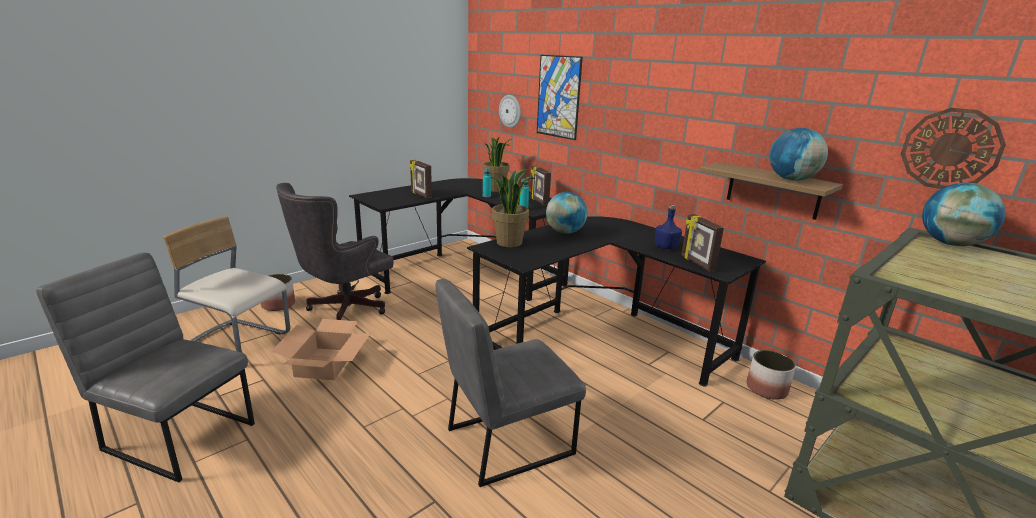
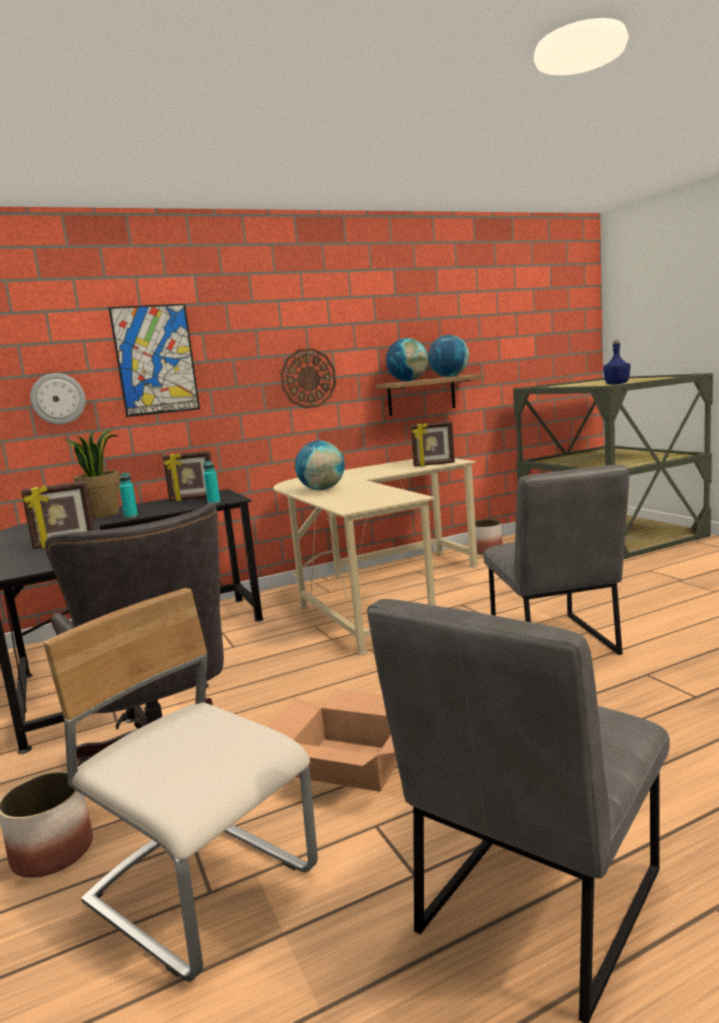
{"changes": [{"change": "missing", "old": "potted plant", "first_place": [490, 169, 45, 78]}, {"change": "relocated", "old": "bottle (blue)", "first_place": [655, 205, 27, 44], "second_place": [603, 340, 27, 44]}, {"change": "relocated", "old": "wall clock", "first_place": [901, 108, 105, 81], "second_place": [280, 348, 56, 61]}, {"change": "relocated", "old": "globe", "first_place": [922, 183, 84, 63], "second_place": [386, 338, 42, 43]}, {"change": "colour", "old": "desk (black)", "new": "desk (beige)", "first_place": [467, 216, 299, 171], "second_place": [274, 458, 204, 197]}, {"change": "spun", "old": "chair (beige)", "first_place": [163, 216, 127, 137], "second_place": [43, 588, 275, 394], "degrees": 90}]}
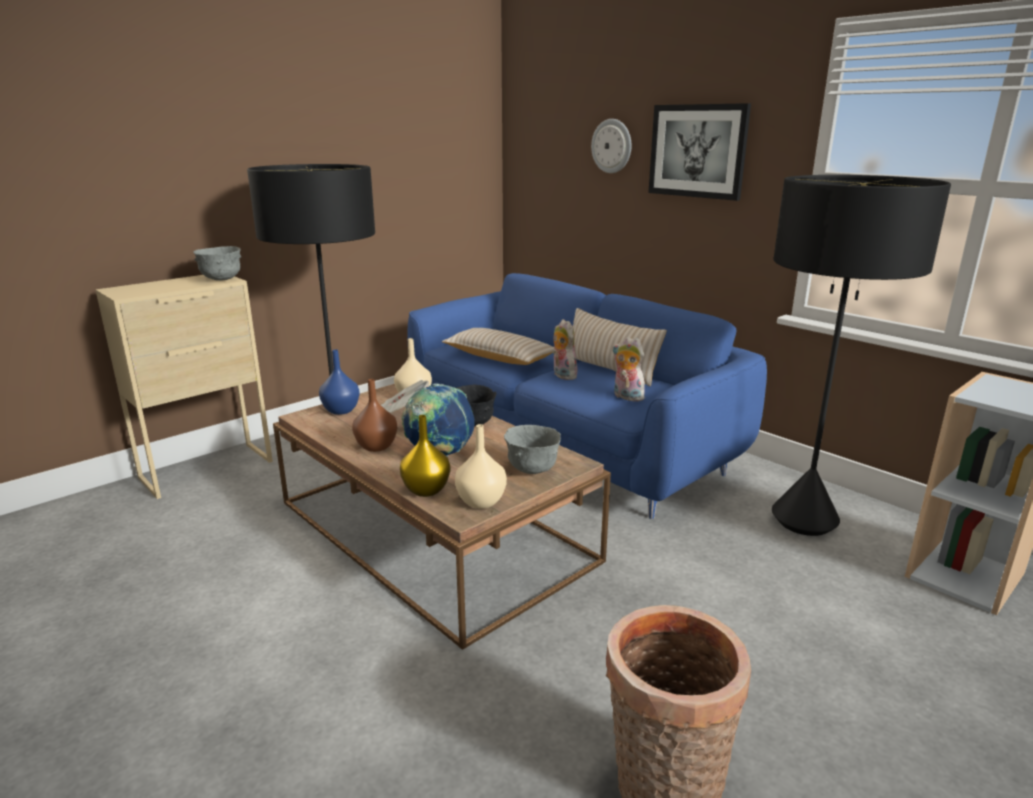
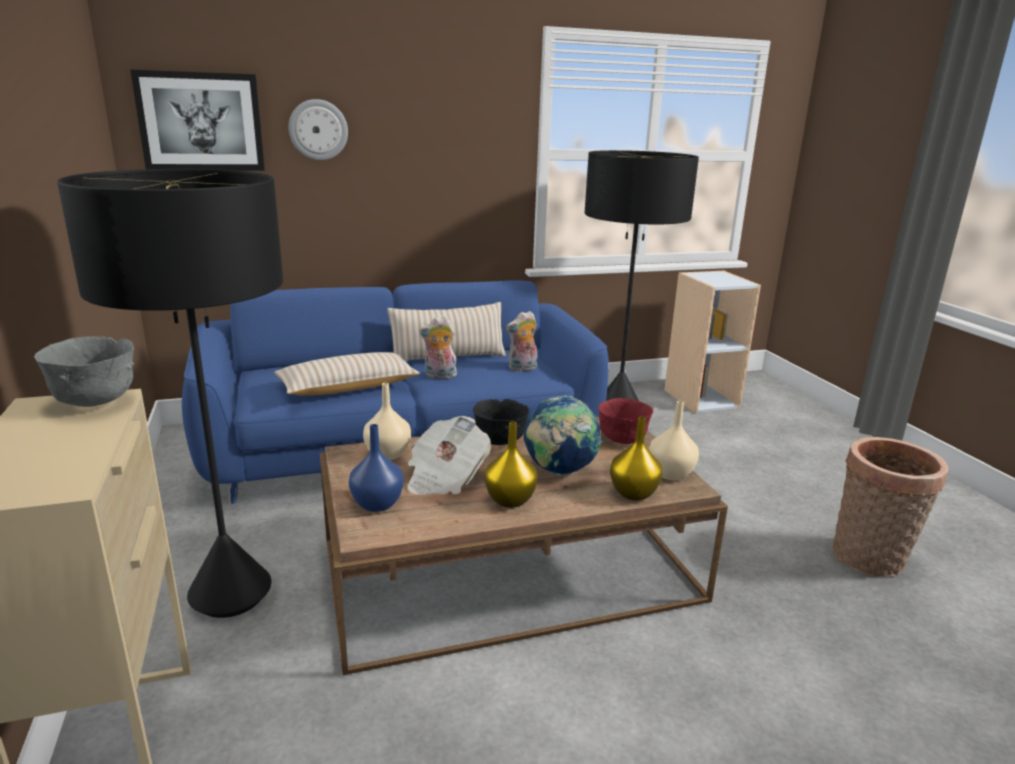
{"changes": [{"change": "relocated", "old": "picture", "first_place": [648, 103, 103, 98], "second_place": [130, 70, 135, 101]}, {"change": "colour", "old": "vase (brown)", "new": "vase (yellow)", "first_place": [352, 379, 45, 73], "second_place": [485, 422, 53, 86]}, {"change": "colour", "old": "bowl (grey)", "new": "bowl (red)", "first_place": [504, 425, 57, 49], "second_place": [598, 398, 55, 46]}]}
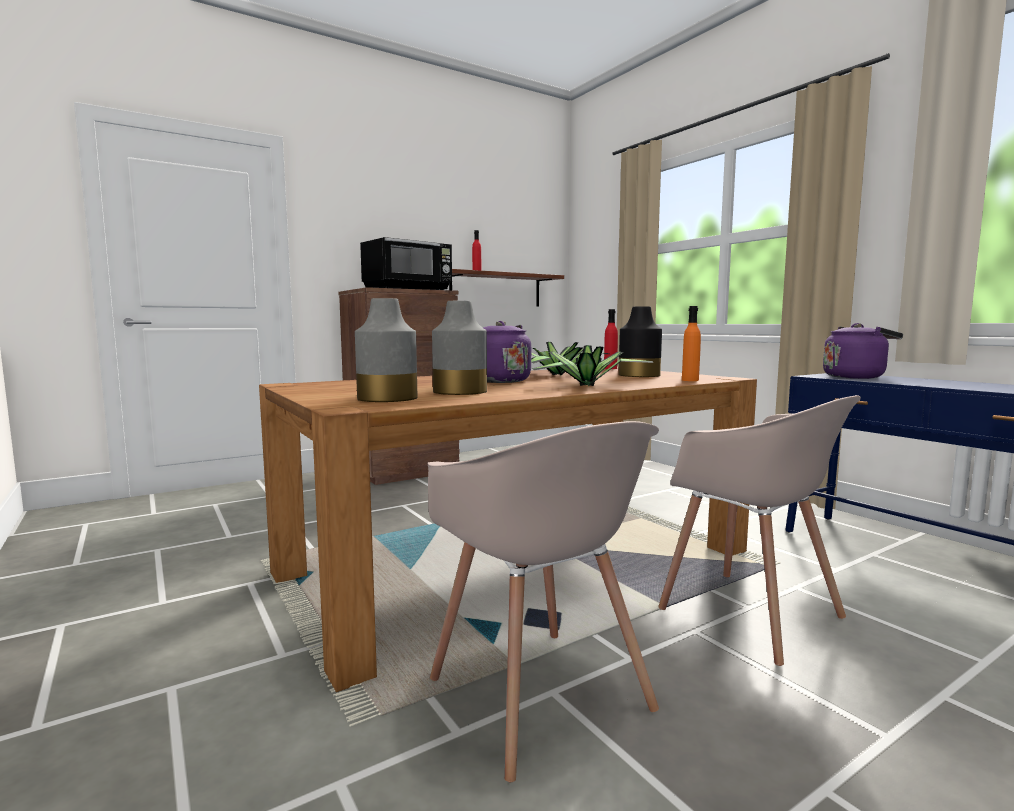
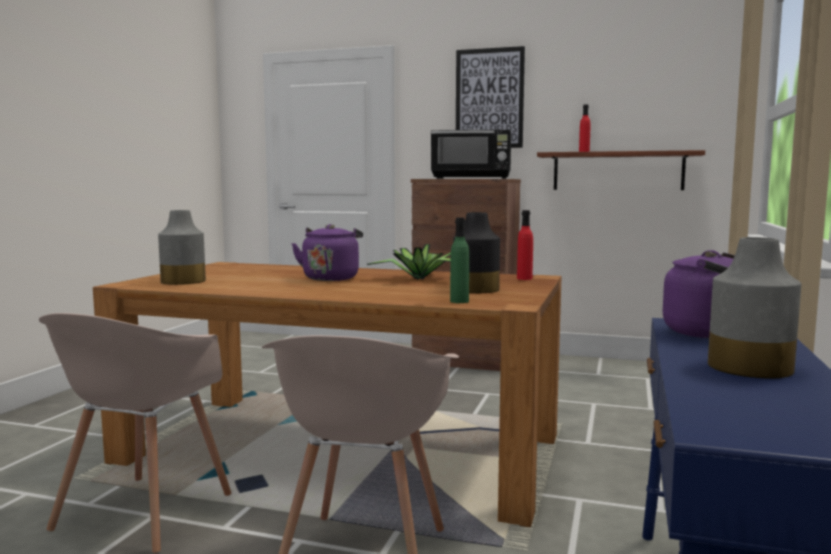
{"changes": [{"change": "missing", "old": "potted plant", "first_place": [532, 345, 121, 42]}, {"change": "appeared", "new": "picture", "second_place": [456, 46, 69, 102]}, {"change": "relocated", "old": "vase (grey)", "first_place": [432, 301, 55, 94], "second_place": [708, 237, 93, 141]}, {"change": "colour", "old": "bottle (orange)", "new": "bottle (green)", "first_place": [682, 306, 19, 75], "second_place": [450, 217, 19, 86]}]}
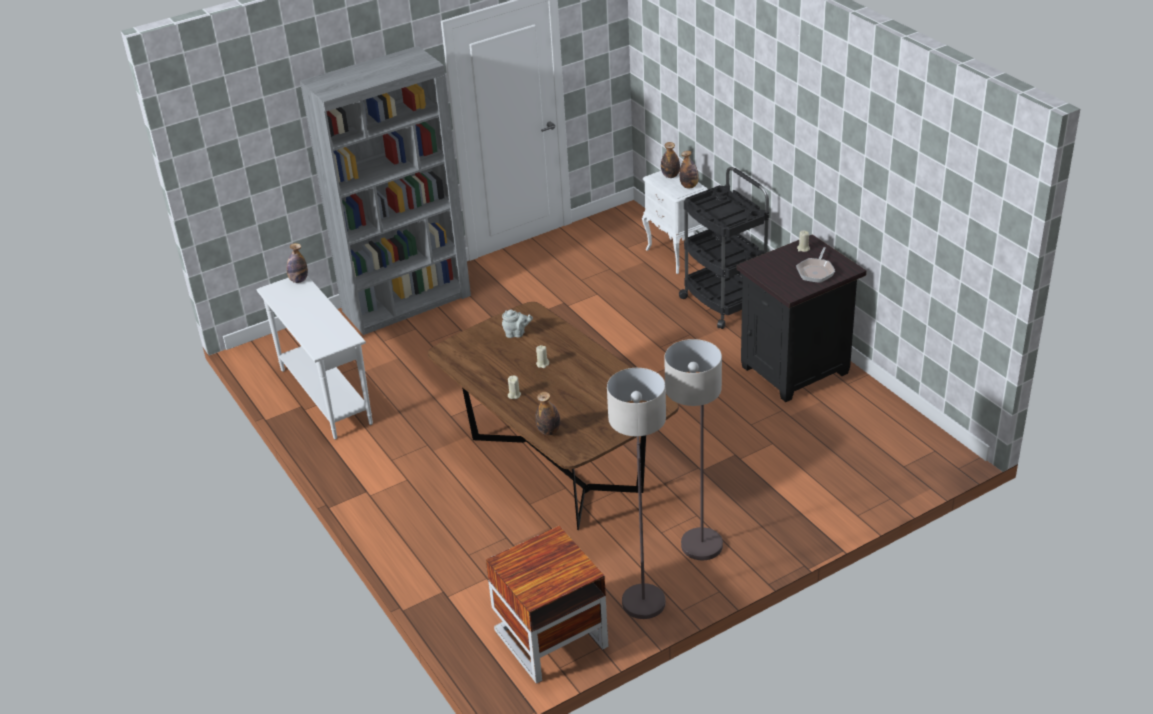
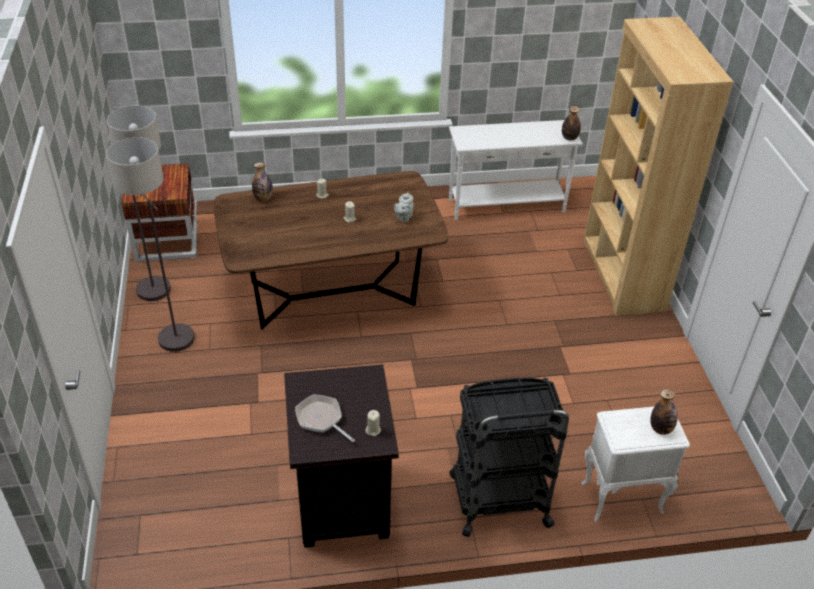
{"changes": [{"change": "missing", "old": "bottle", "first_place": [679, 151, 20, 37]}, {"change": "colour", "old": "bookcase (grey)", "new": "bookcase (brown)", "first_place": [300, 46, 171, 289], "second_place": [584, 17, 149, 299]}]}
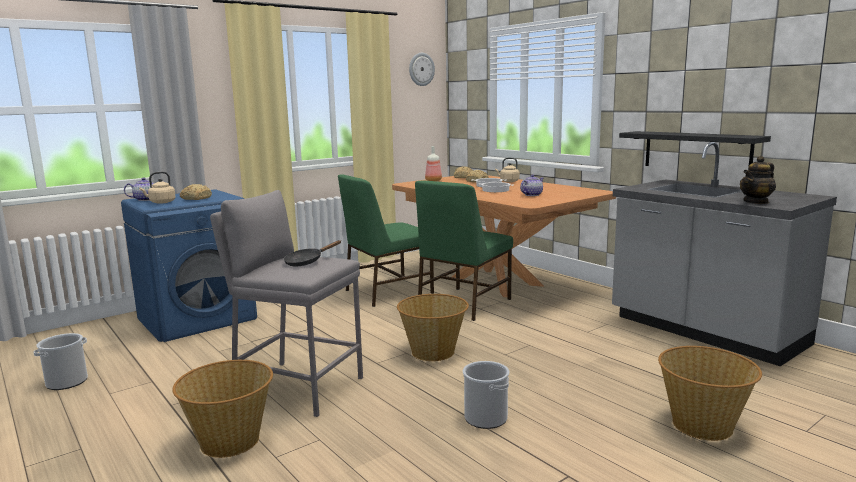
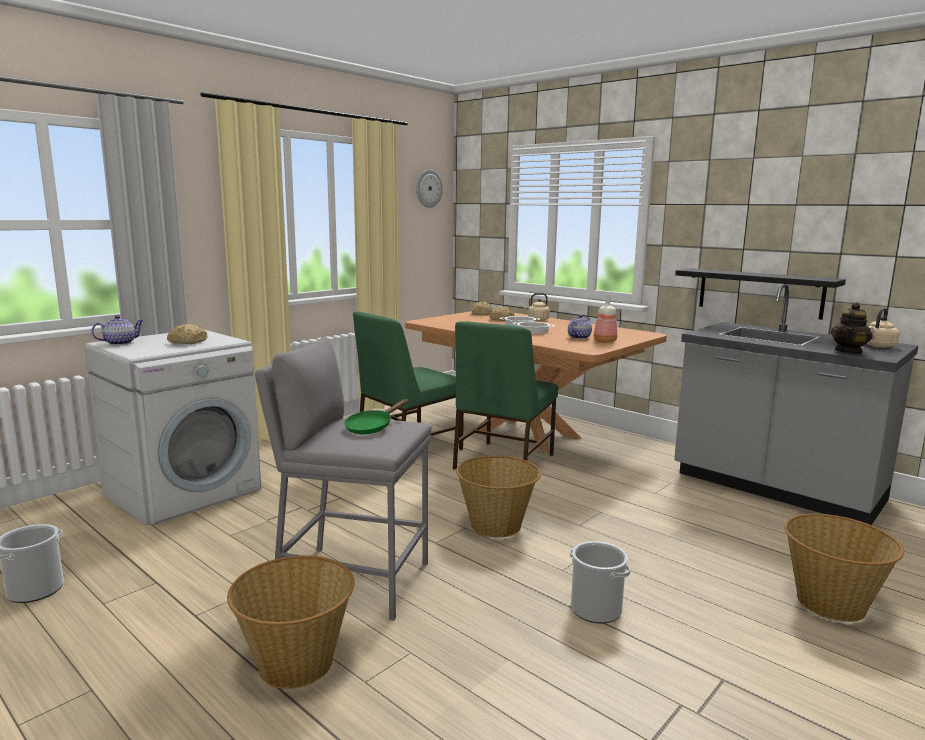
{"changes": [{"change": "relocated", "old": "kettle (beige)", "first_place": [139, 172, 37, 32], "second_place": [866, 308, 34, 40]}, {"change": "relocated", "old": "bottle", "first_place": [425, 146, 17, 35], "second_place": [594, 294, 23, 49]}, {"change": "colour", "old": "washing machine (blue)", "new": "washing machine (white)", "first_place": [121, 189, 136, 153], "second_place": [84, 330, 178, 196]}, {"change": "colour", "old": "frying pan (black)", "new": "frying pan (green)", "first_place": [283, 240, 58, 27], "second_place": [344, 399, 64, 35]}]}
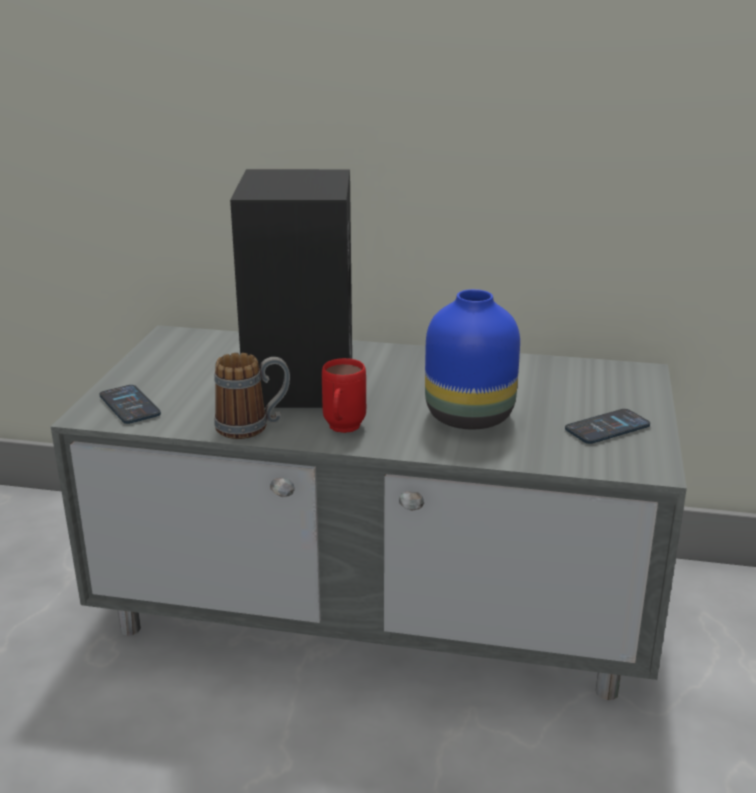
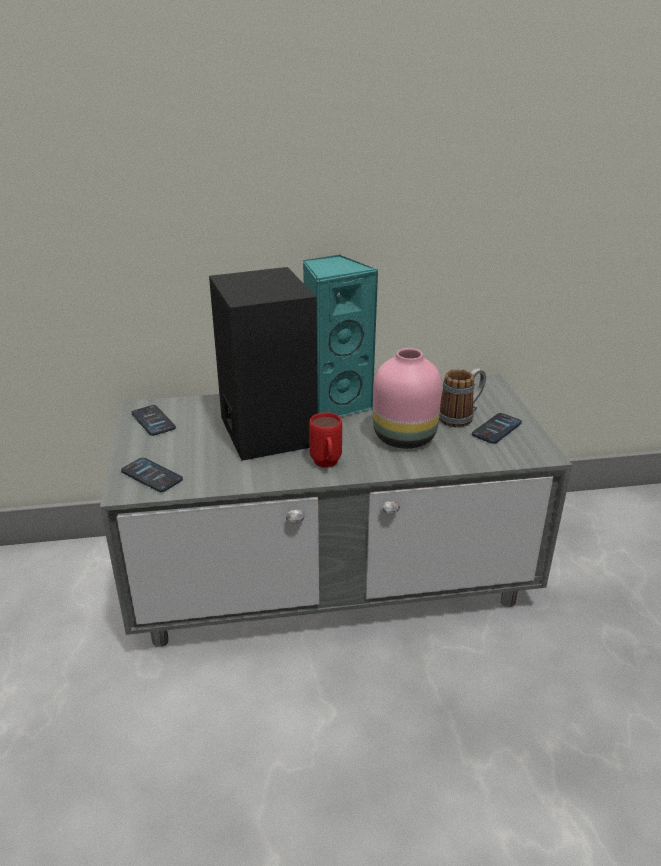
{"changes": [{"change": "appeared", "new": "phone", "second_place": [131, 405, 45, 31]}, {"change": "appeared", "new": "speaker (turquoise)", "second_place": [303, 254, 76, 163]}, {"change": "relocated", "old": "mug", "first_place": [214, 353, 76, 86], "second_place": [439, 368, 47, 59]}, {"change": "colour", "old": "vase (blue)", "new": "vase (pink)", "first_place": [425, 289, 95, 140], "second_place": [373, 348, 69, 101]}]}
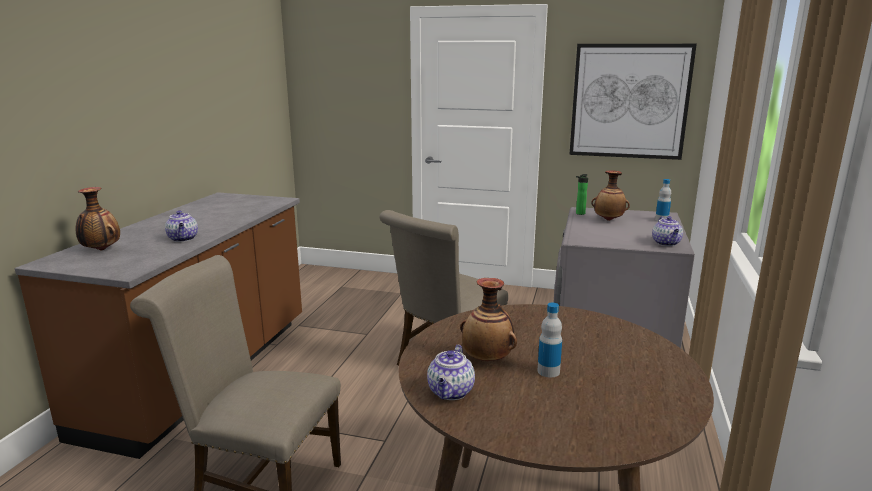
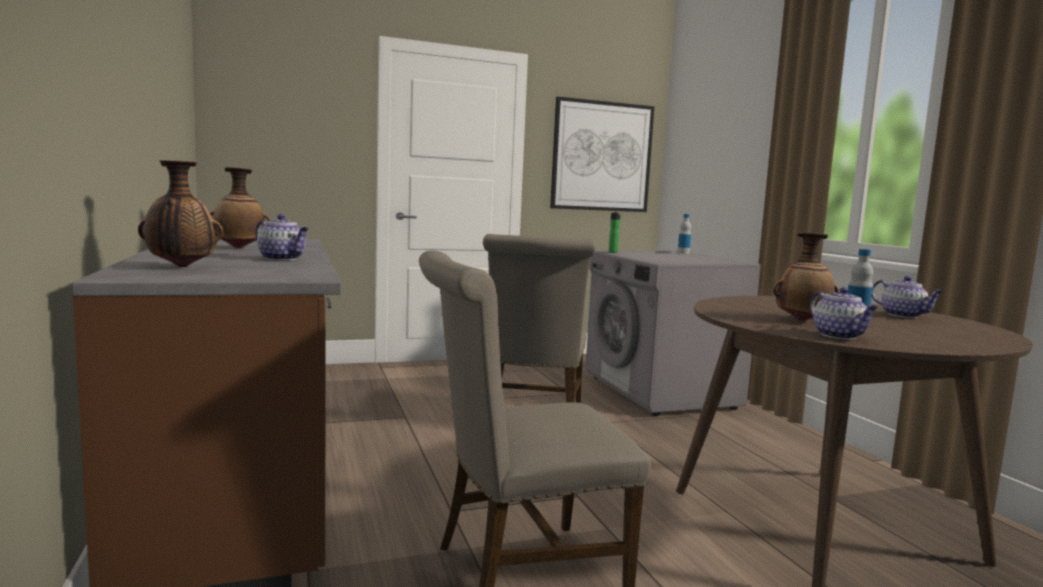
{"changes": [{"change": "relocated", "old": "vase", "first_place": [591, 171, 39, 50], "second_place": [210, 167, 60, 82]}, {"change": "relocated", "old": "teapot", "first_place": [652, 216, 31, 30], "second_place": [872, 276, 72, 42]}]}
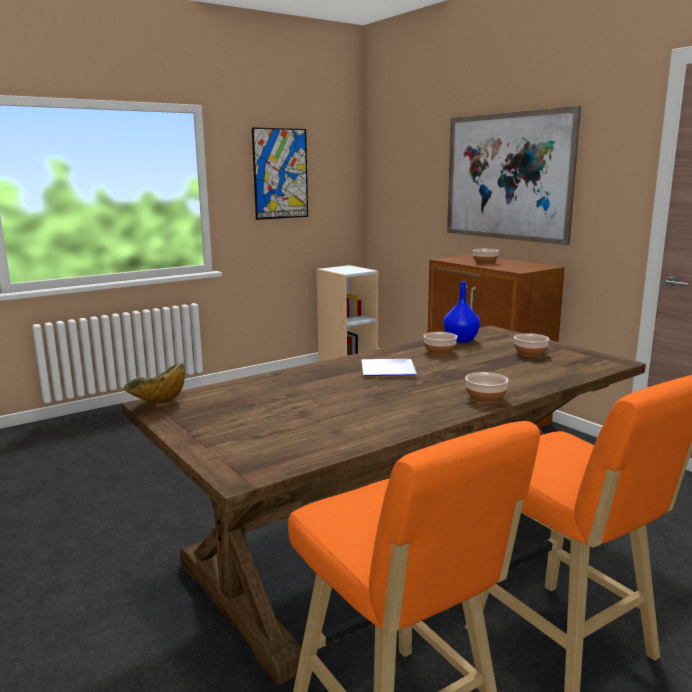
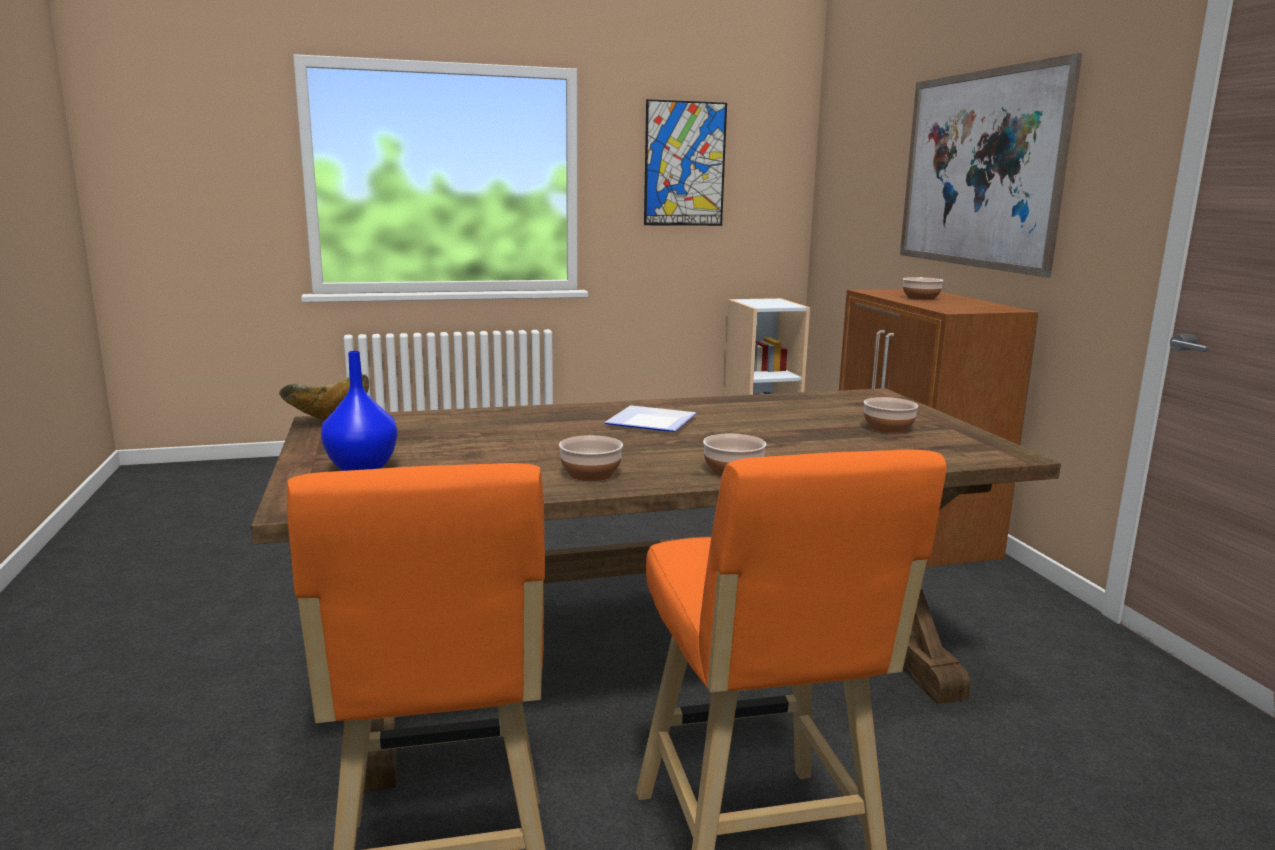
{"changes": [{"change": "relocated", "old": "bowl", "first_place": [423, 332, 35, 23], "second_place": [559, 435, 64, 46]}, {"change": "relocated", "old": "vase (blue)", "first_place": [443, 282, 37, 61], "second_place": [321, 351, 77, 120]}]}
